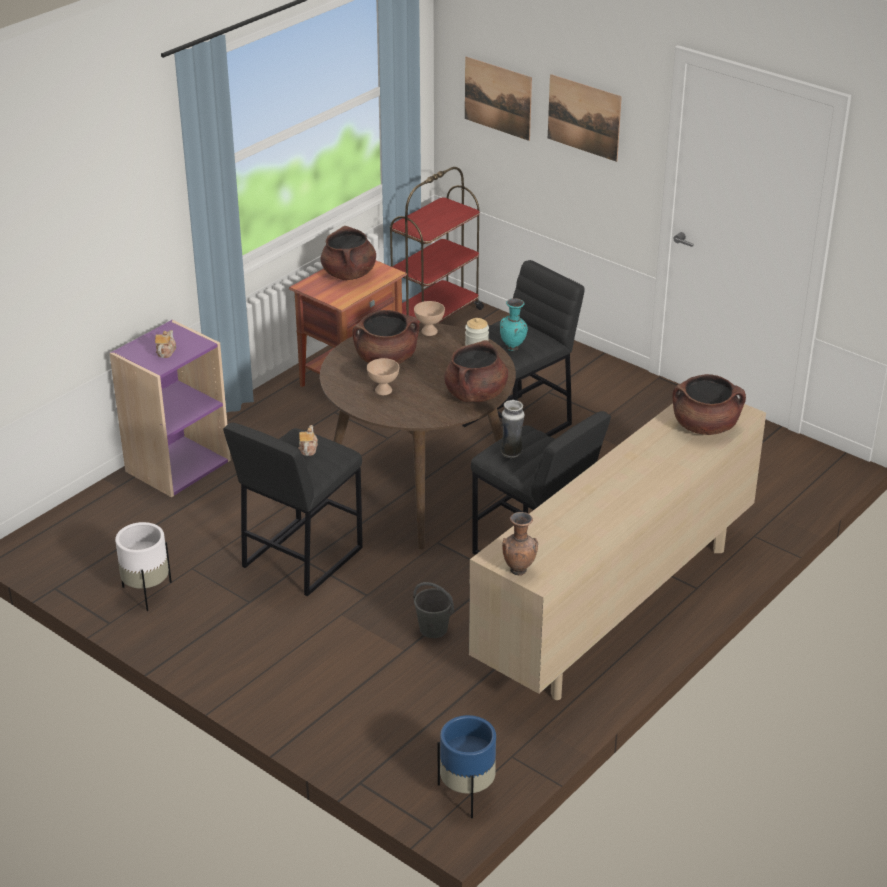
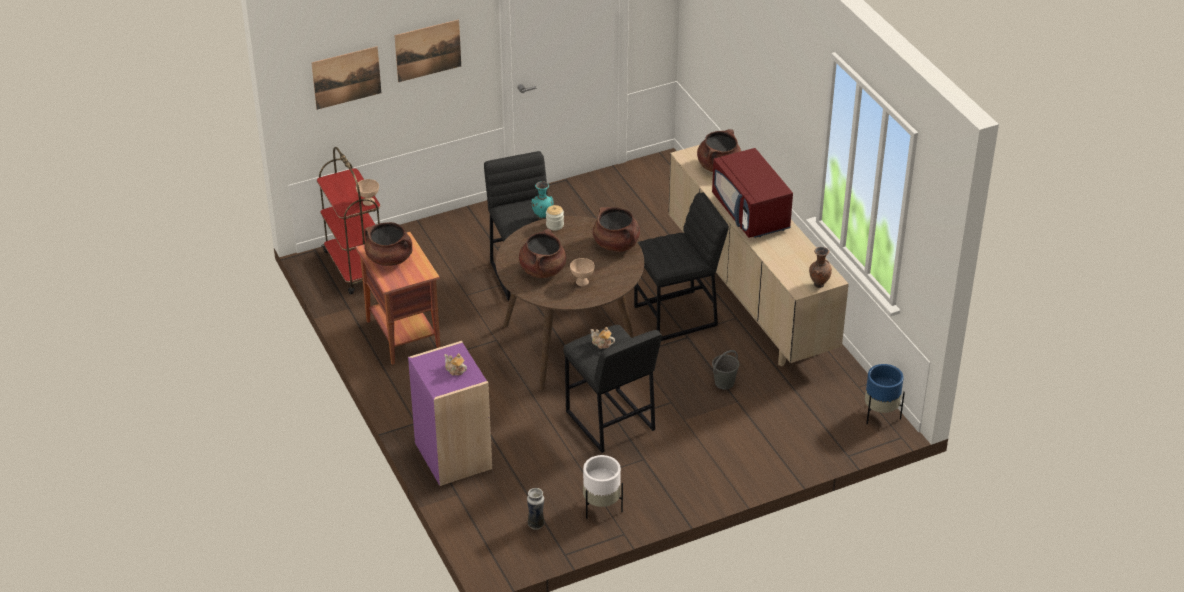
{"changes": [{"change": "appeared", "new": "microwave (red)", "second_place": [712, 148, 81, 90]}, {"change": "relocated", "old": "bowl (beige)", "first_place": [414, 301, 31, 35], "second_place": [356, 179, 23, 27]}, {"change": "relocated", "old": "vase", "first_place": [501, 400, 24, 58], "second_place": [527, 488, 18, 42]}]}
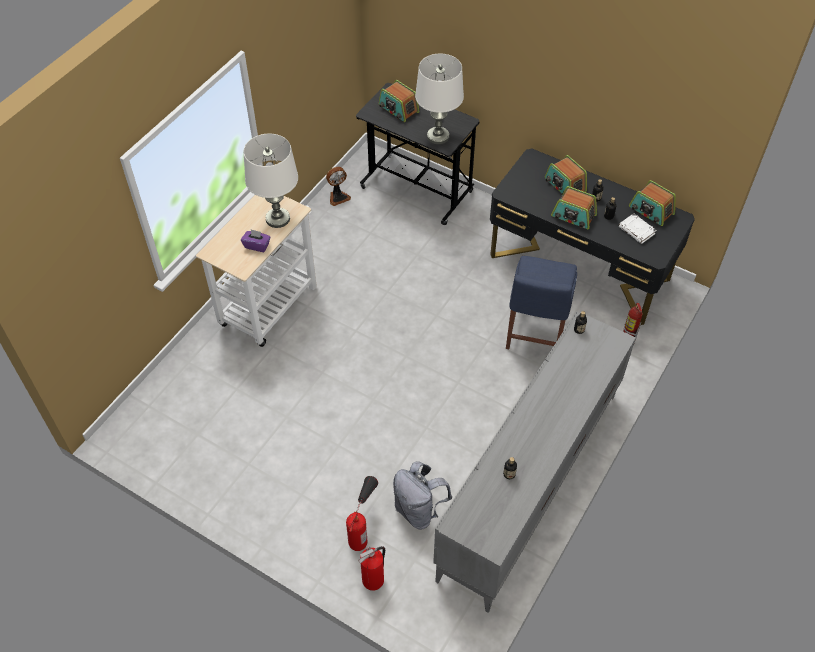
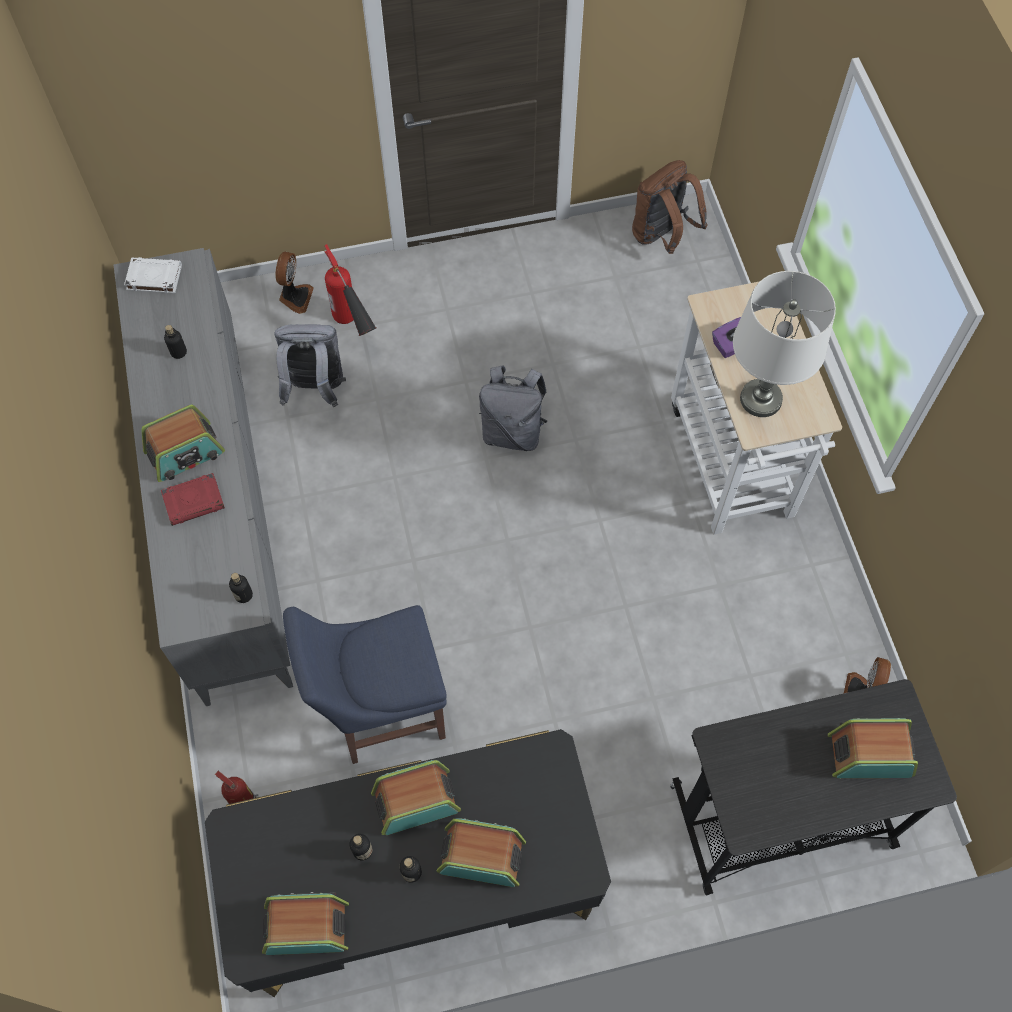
{"changes": [{"change": "missing", "old": "table lamp (white)", "first_place": [415, 54, 49, 90]}, {"change": "appeared", "new": "radio", "second_place": [141, 405, 84, 77]}, {"change": "appeared", "new": "book (red)", "second_place": [161, 473, 64, 53]}, {"change": "appeared", "new": "backpack (grey)", "second_place": [479, 365, 68, 86]}, {"change": "appeared", "new": "backpack (brown)", "second_place": [632, 160, 76, 94]}, {"change": "relocated", "old": "book (white)", "first_place": [618, 213, 39, 31], "second_place": [124, 257, 58, 36]}, {"change": "exchanged", "old": "fire extinguisher", "new": "fan", "first_place": [358, 546, 27, 45], "second_place": [275, 252, 39, 62]}, {"change": "spun", "old": "chair (blue)", "first_place": [506, 256, 71, 93], "second_place": [283, 605, 164, 159], "degrees": -75}]}
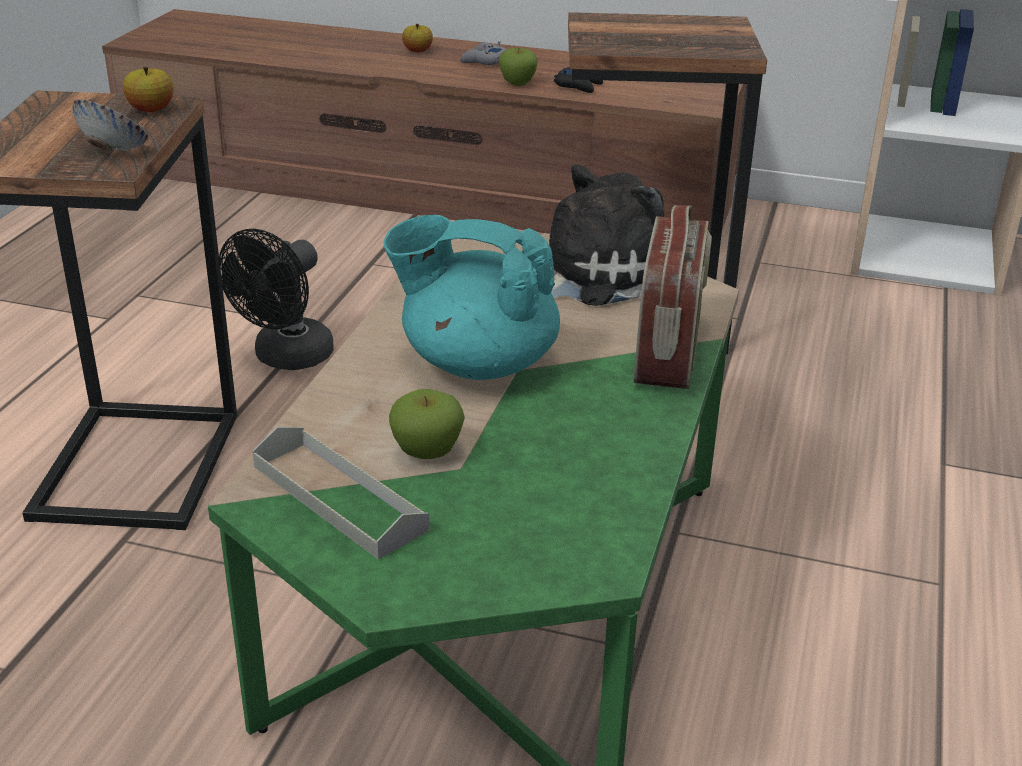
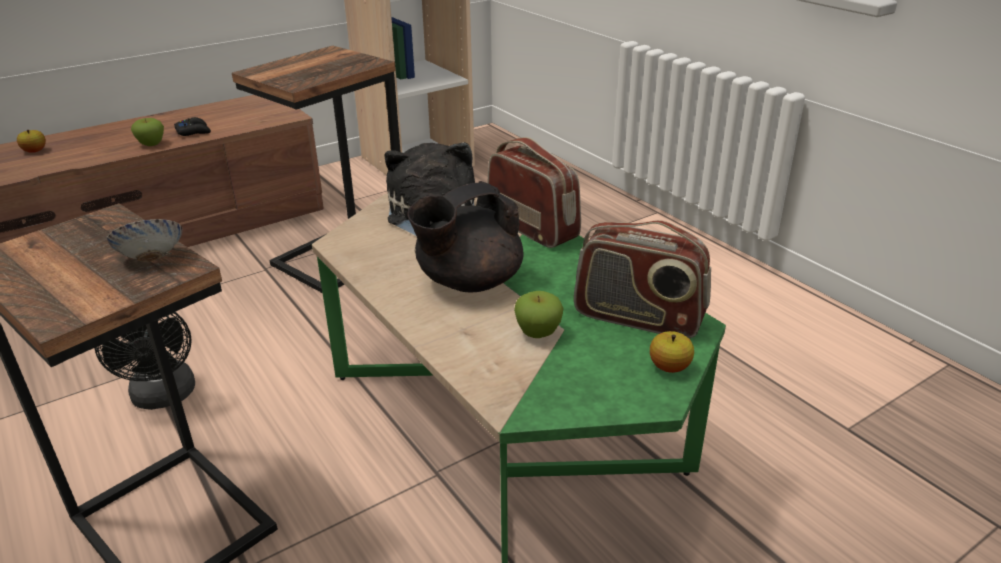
{"changes": [{"change": "missing", "old": "tray (grey)", "first_place": [252, 427, 177, 133]}, {"change": "missing", "old": "game controller (grey)", "first_place": [460, 41, 47, 24]}, {"change": "appeared", "new": "radio", "second_place": [574, 220, 137, 118]}, {"change": "relocated", "old": "apple", "first_place": [123, 67, 51, 45], "second_place": [650, 331, 44, 42]}, {"change": "colour", "old": "teapot (turquoise)", "new": "teapot (black)", "first_place": [384, 215, 176, 165], "second_place": [407, 181, 116, 111]}]}
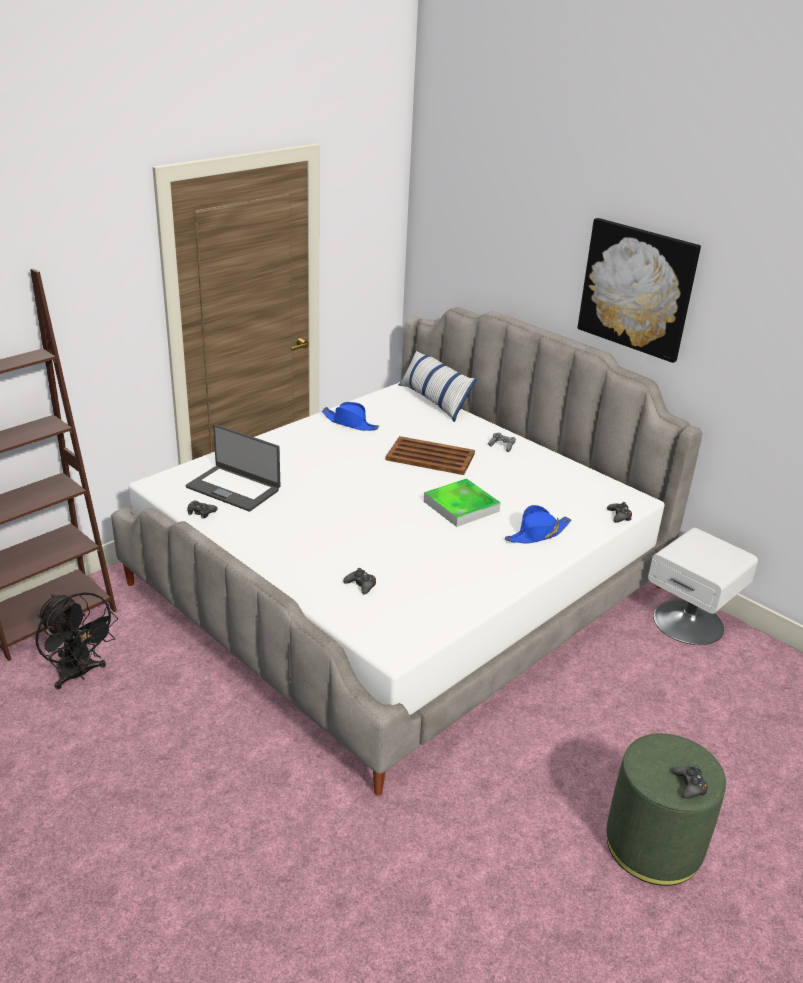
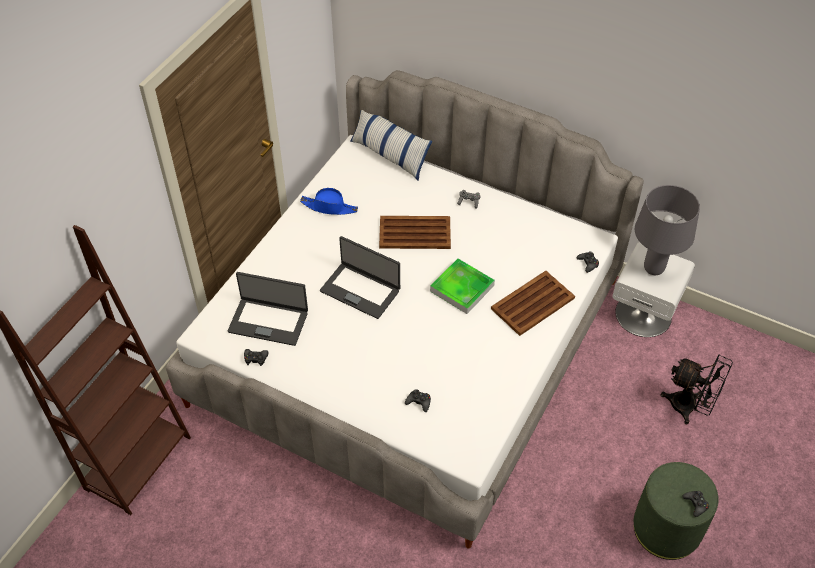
{"changes": [{"change": "missing", "old": "picture", "first_place": [578, 218, 123, 145]}, {"change": "appeared", "new": "laptop", "second_place": [320, 236, 80, 83]}, {"change": "appeared", "new": "table lamp (grey)", "second_place": [635, 185, 65, 90]}, {"change": "relocated", "old": "fan (black)", "first_place": [36, 592, 82, 98], "second_place": [661, 355, 72, 70]}, {"change": "exchanged", "old": "hat (blue)", "new": "tray (brown)", "first_place": [505, 505, 66, 38], "second_place": [491, 271, 84, 65]}]}
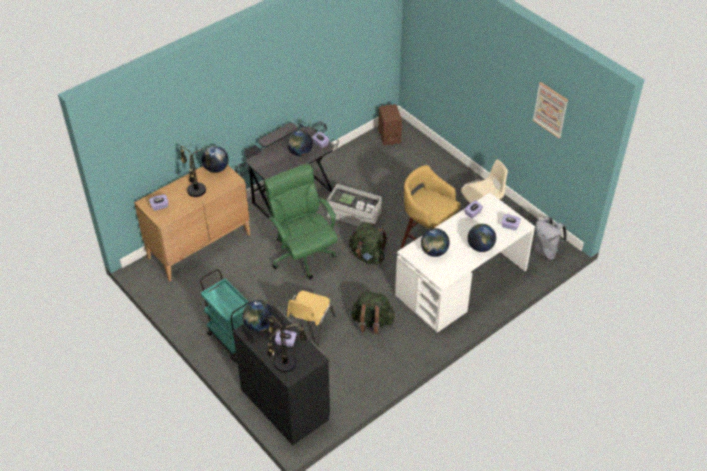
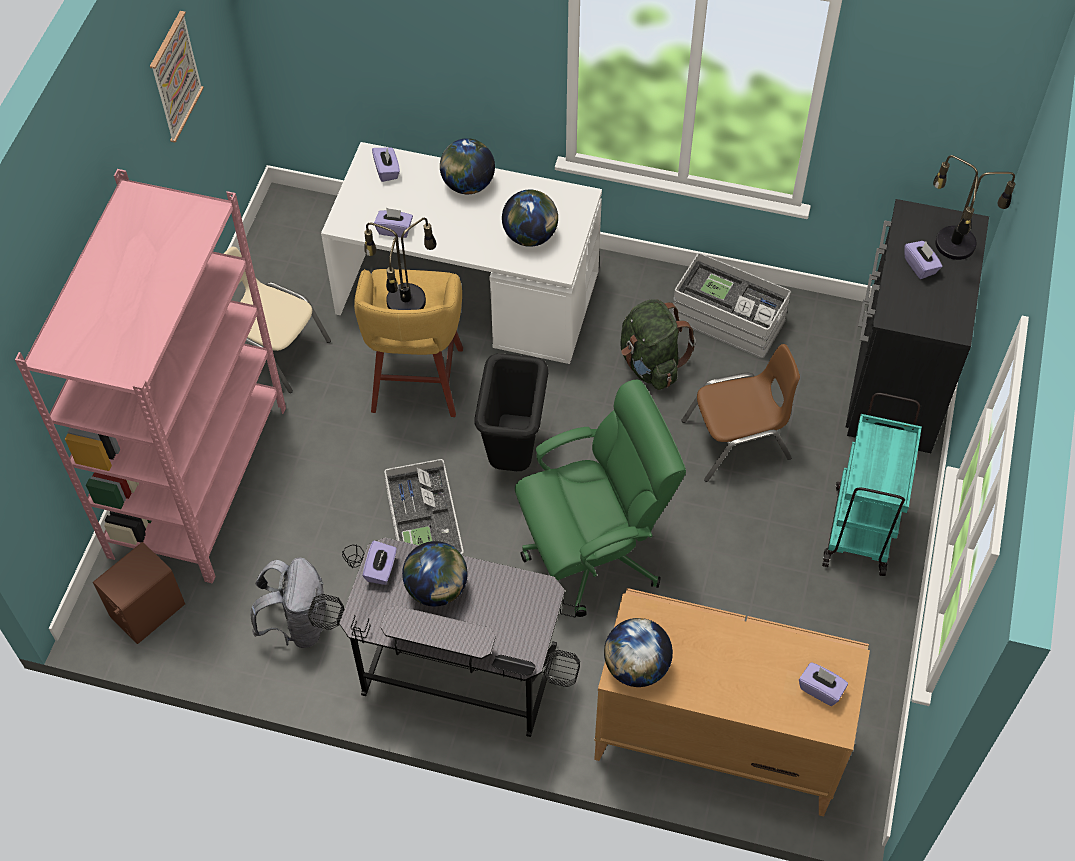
{"changes": [{"change": "missing", "old": "globe", "first_place": [243, 300, 31, 32]}, {"change": "appeared", "new": "bookcase (pink)", "second_place": [15, 169, 271, 415]}, {"change": "appeared", "new": "storage box (grey)", "second_place": [672, 253, 119, 105]}, {"change": "relocated", "old": "table lamp", "first_place": [180, 146, 32, 51], "second_place": [364, 218, 72, 92]}, {"change": "relocated", "old": "backpack (grey)", "first_place": [532, 216, 35, 44], "second_place": [250, 558, 77, 90]}, {"change": "exchanged", "old": "backpack (green)", "new": "trash can (black)", "first_place": [349, 222, 38, 43], "second_place": [474, 353, 74, 118]}, {"change": "colour", "old": "chair (yellow)", "new": "chair (brown)", "first_place": [286, 291, 50, 57], "second_place": [682, 344, 118, 138]}, {"change": "spun", "old": "office chair (green)", "first_place": [264, 163, 74, 116], "second_place": [515, 380, 171, 237], "degrees": -135}]}
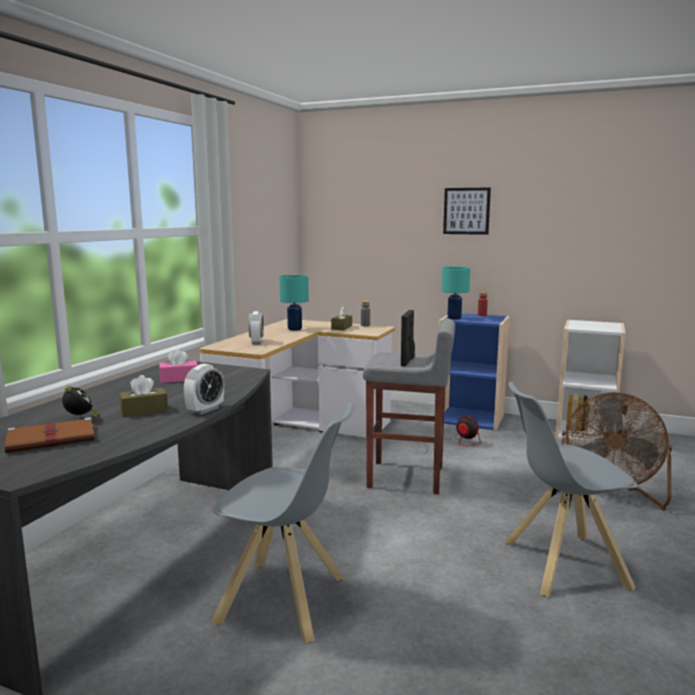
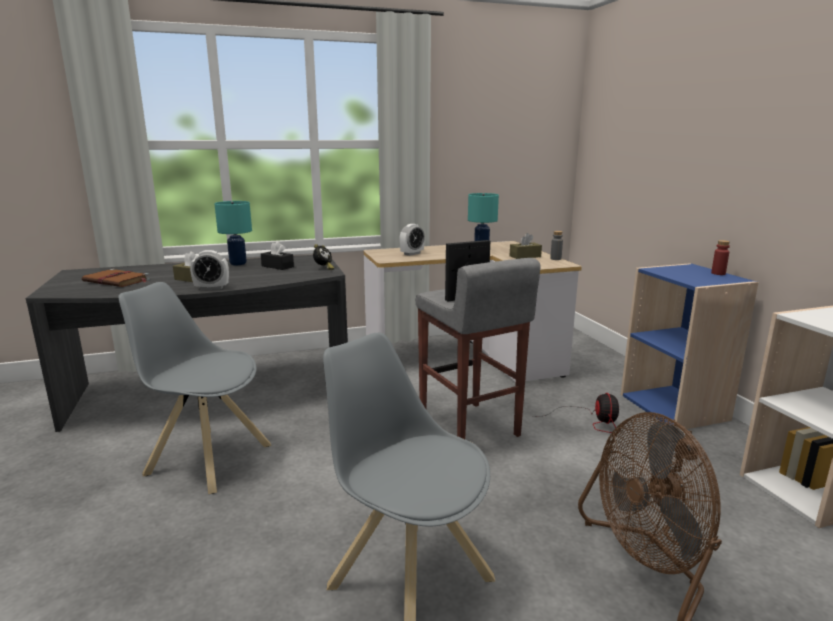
{"changes": [{"change": "missing", "old": "picture", "first_place": [443, 187, 48, 48]}, {"change": "relocated", "old": "alarm clock", "first_place": [62, 386, 38, 32], "second_place": [313, 244, 21, 26]}, {"change": "relocated", "old": "table lamp (turquoise)", "first_place": [442, 267, 28, 53], "second_place": [214, 201, 38, 65]}, {"change": "colour", "old": "tissue box (pink)", "new": "tissue box (black)", "first_place": [159, 349, 38, 34], "second_place": [261, 241, 33, 29]}, {"change": "spun", "old": "chair (grey)", "first_place": [211, 402, 144, 241], "second_place": [119, 282, 152, 212], "degrees": 135}]}
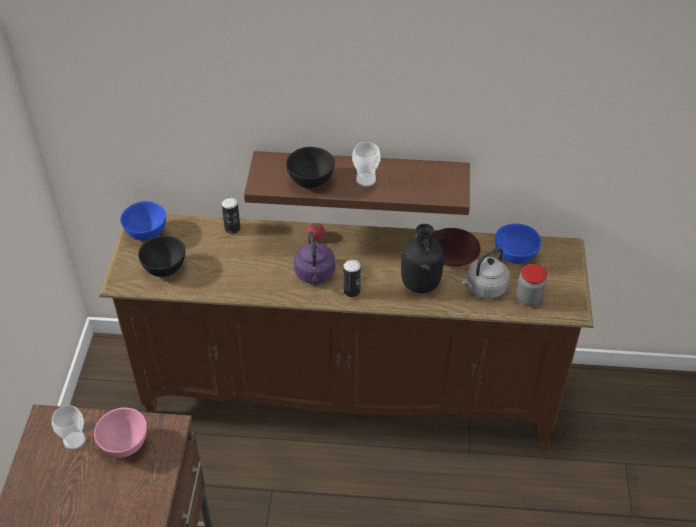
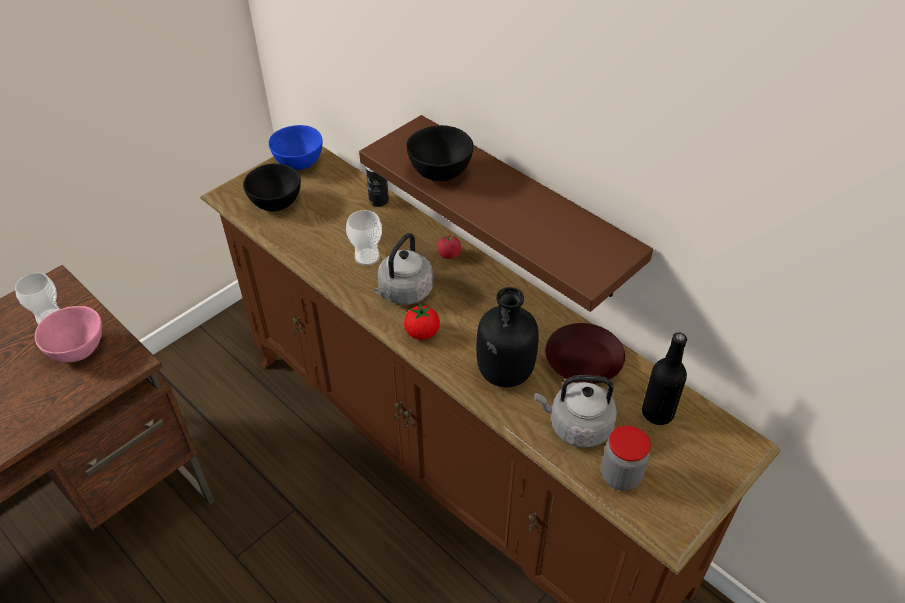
{"changes": [{"change": "relocated", "old": "cup", "first_place": [352, 142, 29, 45], "second_place": [346, 210, 36, 56]}, {"change": "exchanged", "old": "can", "new": "tomato", "first_place": [344, 259, 17, 38], "second_place": [404, 303, 36, 37]}, {"change": "exchanged", "old": "bowl (blue)", "new": "bottle (black)", "first_place": [495, 224, 46, 40], "second_place": [642, 333, 45, 92]}, {"change": "colour", "old": "kettle (purple)", "new": "kettle (grey)", "first_place": [294, 231, 41, 53], "second_place": [374, 233, 59, 72]}]}
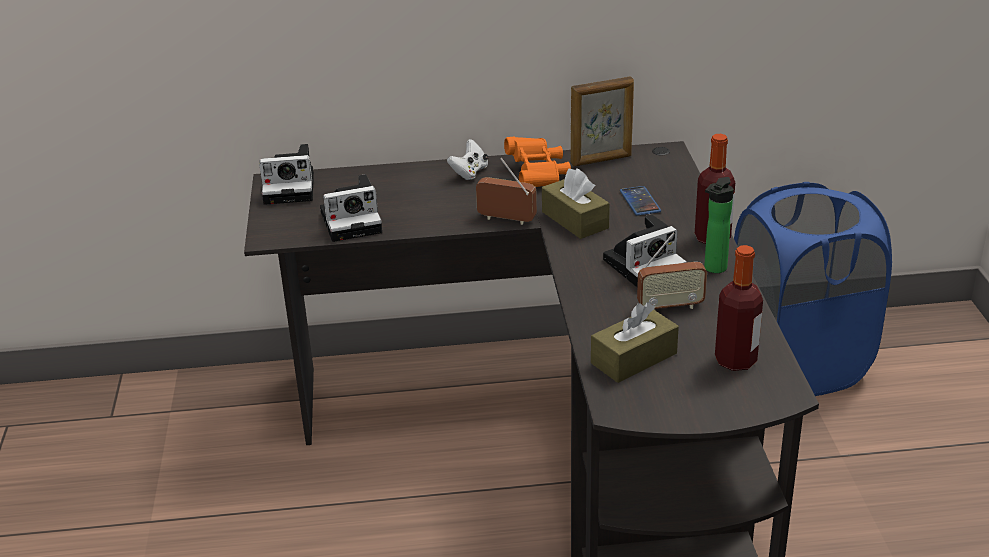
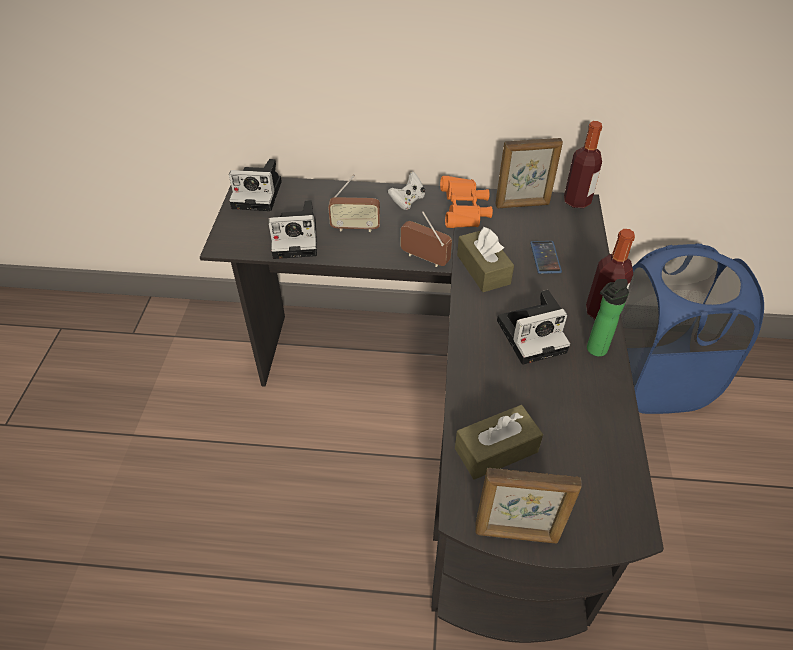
{"changes": [{"change": "appeared", "new": "picture frame", "second_place": [475, 468, 107, 75]}, {"change": "relocated", "old": "radio", "first_place": [637, 233, 70, 77], "second_place": [328, 174, 52, 58]}, {"change": "relocated", "old": "bottle", "first_place": [715, 245, 48, 126], "second_place": [564, 121, 38, 87]}]}
